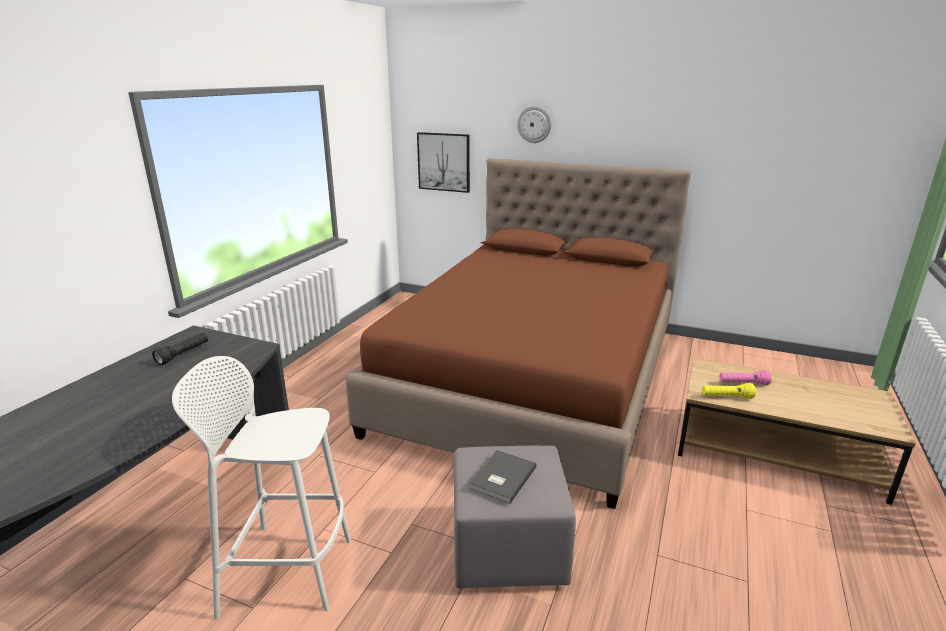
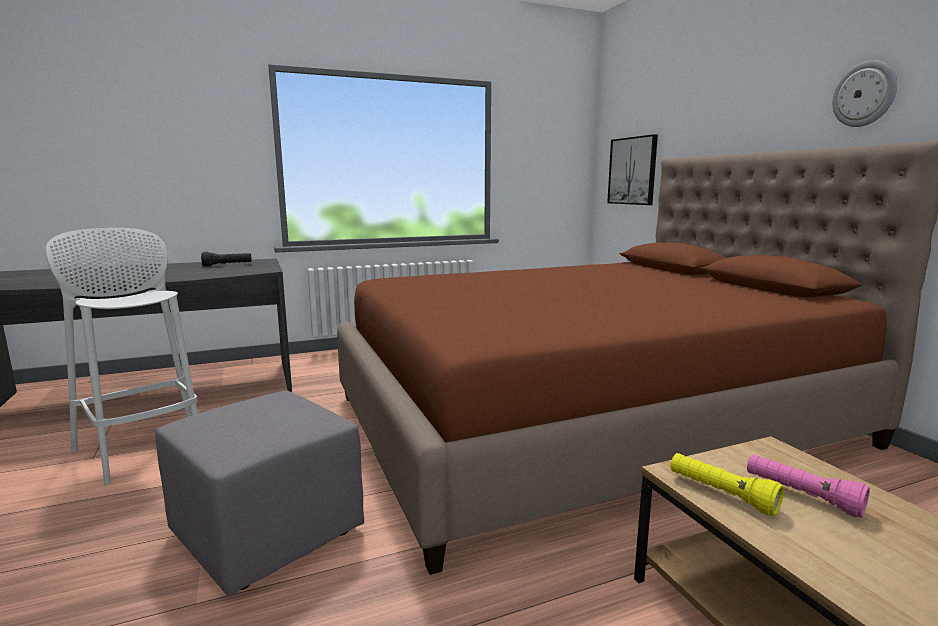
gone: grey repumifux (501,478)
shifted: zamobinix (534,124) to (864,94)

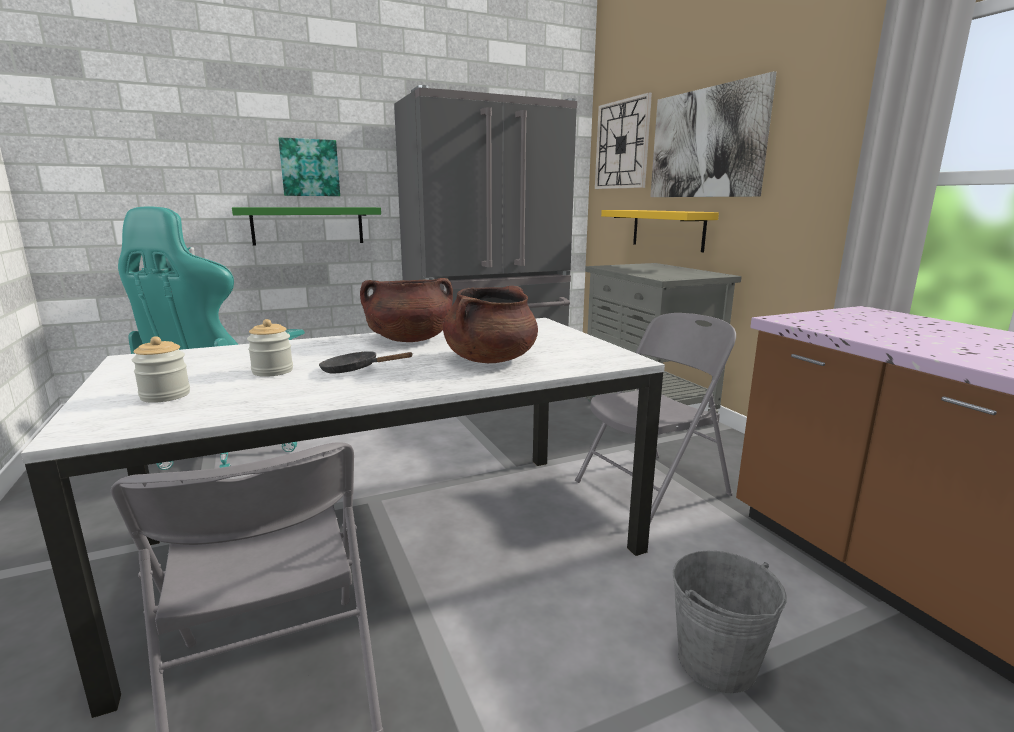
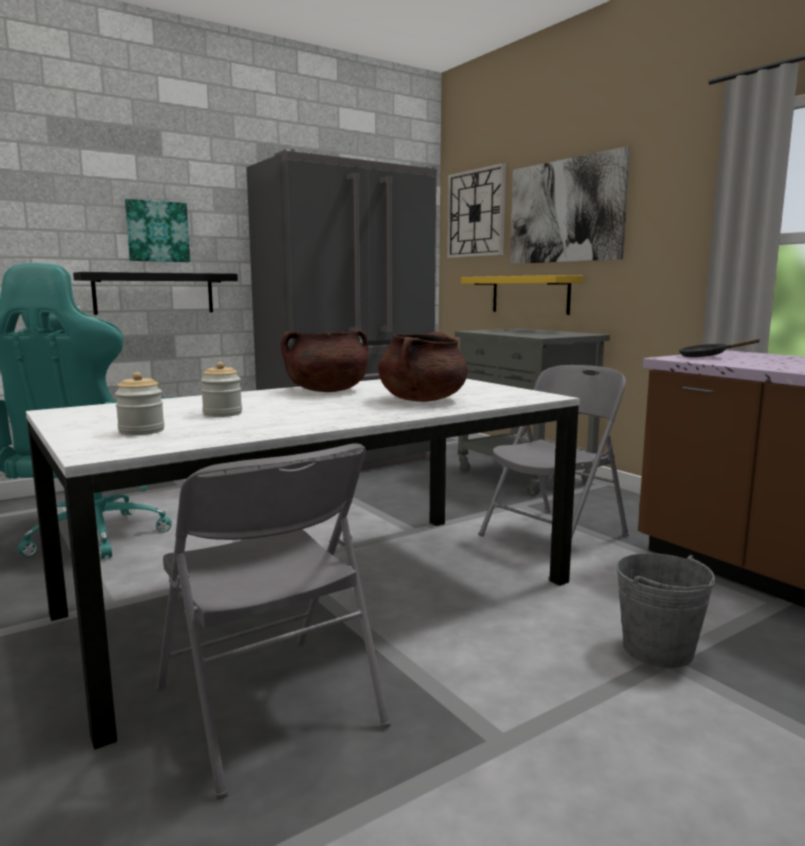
shifted: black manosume (355,370) to (707,356)
repainted: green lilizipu (308,225) to black lilizipu (154,293)

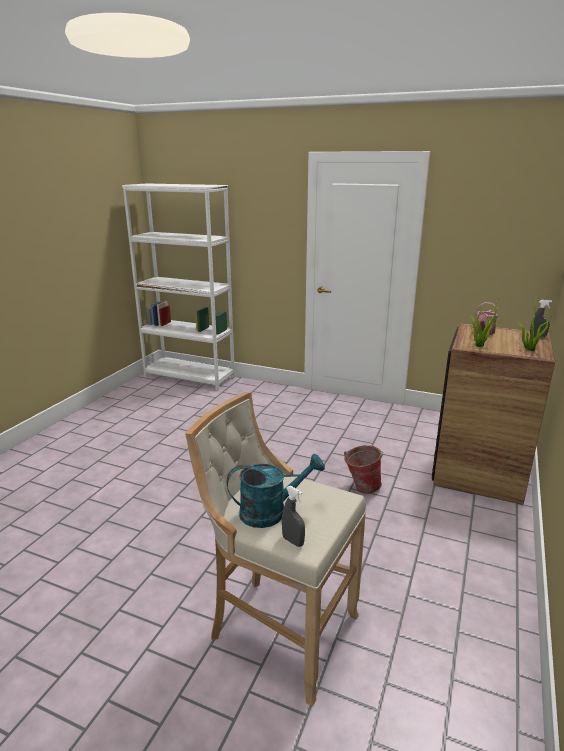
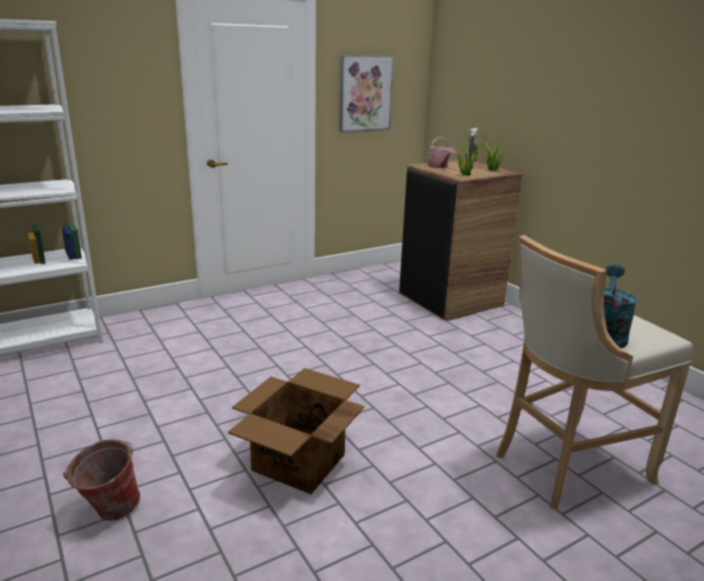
gone: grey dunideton (293,541)
new: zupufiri (365,93); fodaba (297,463)
shifted: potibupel (361,487) to (108,512)

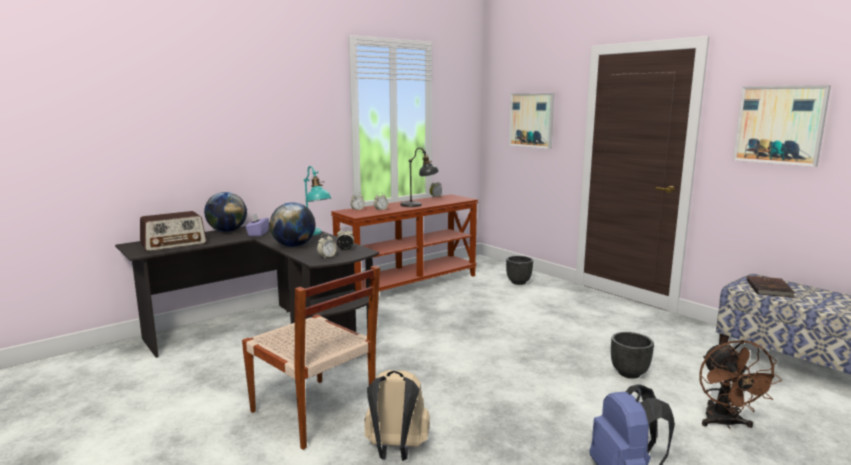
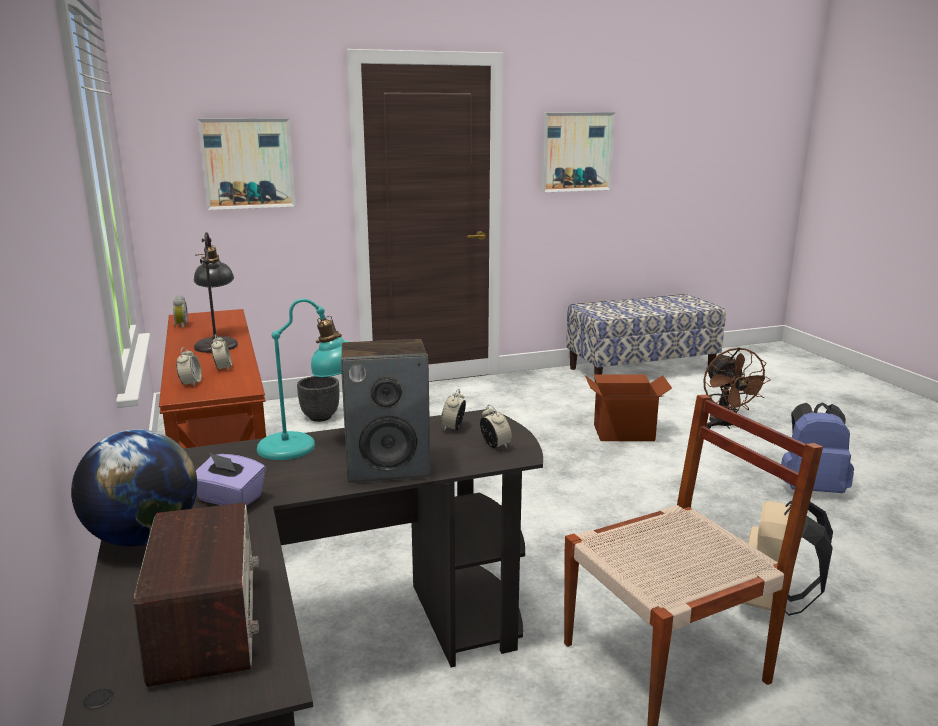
gone: brown repumifux (770,288)
swapped: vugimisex (294,246) to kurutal (388,467); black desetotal (629,373) to fodaba (623,432)
rotated: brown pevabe (725,423) = (725,425) 60 degrees clockwise

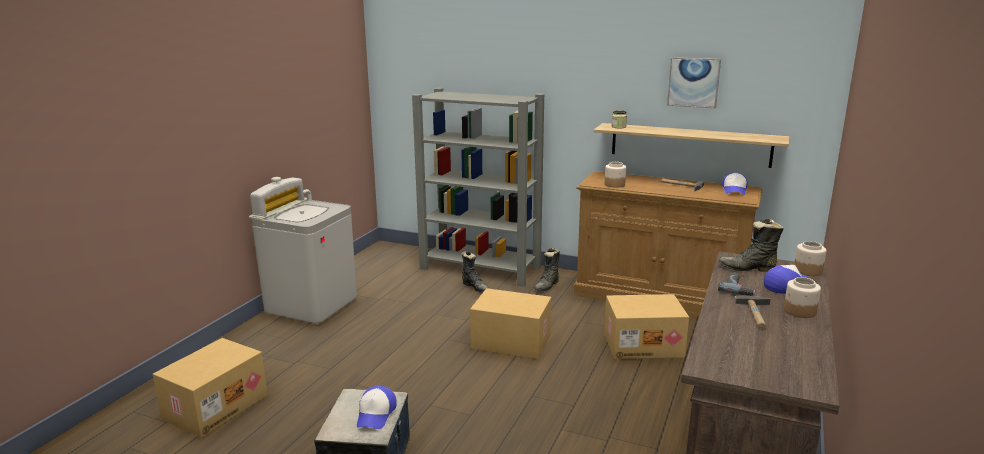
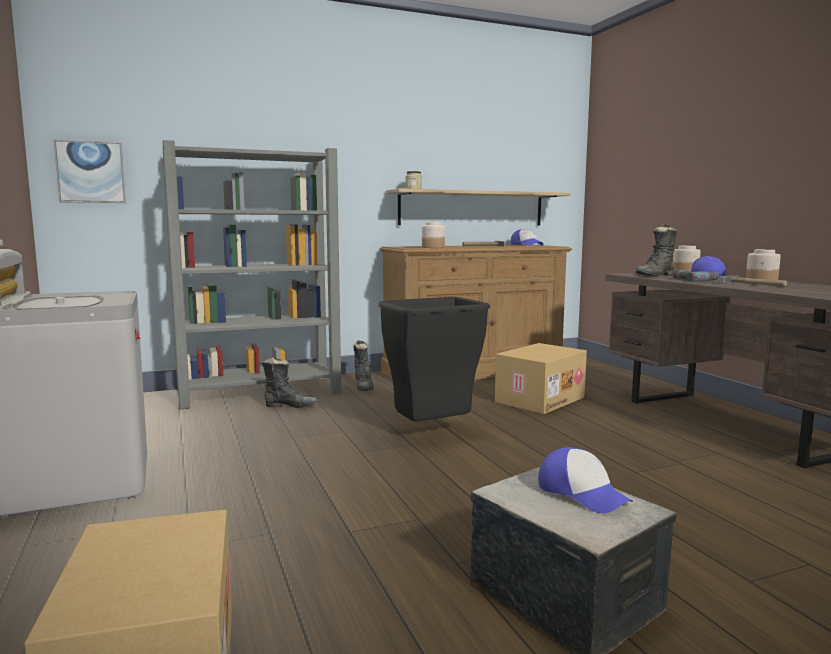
shifted: zupufiri (693,82) to (90,172)
swapped: fodaba (510,342) to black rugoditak (432,432)

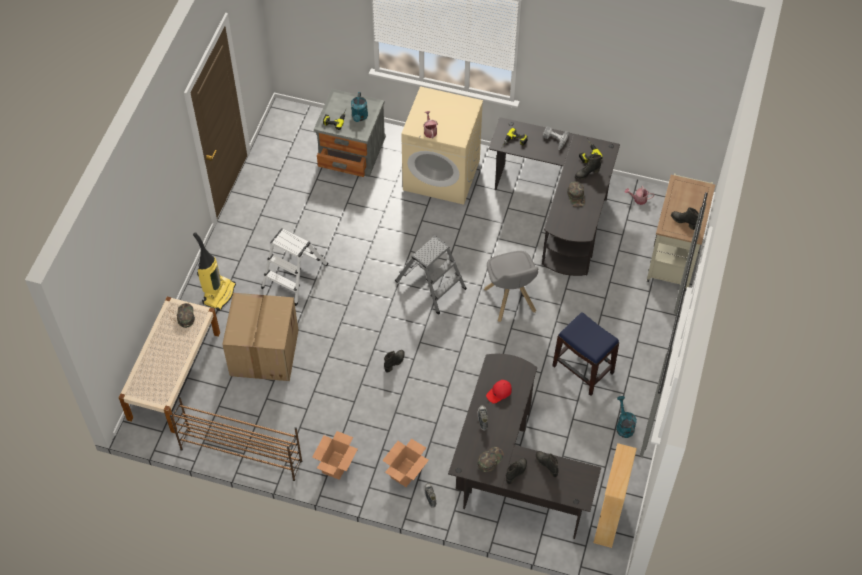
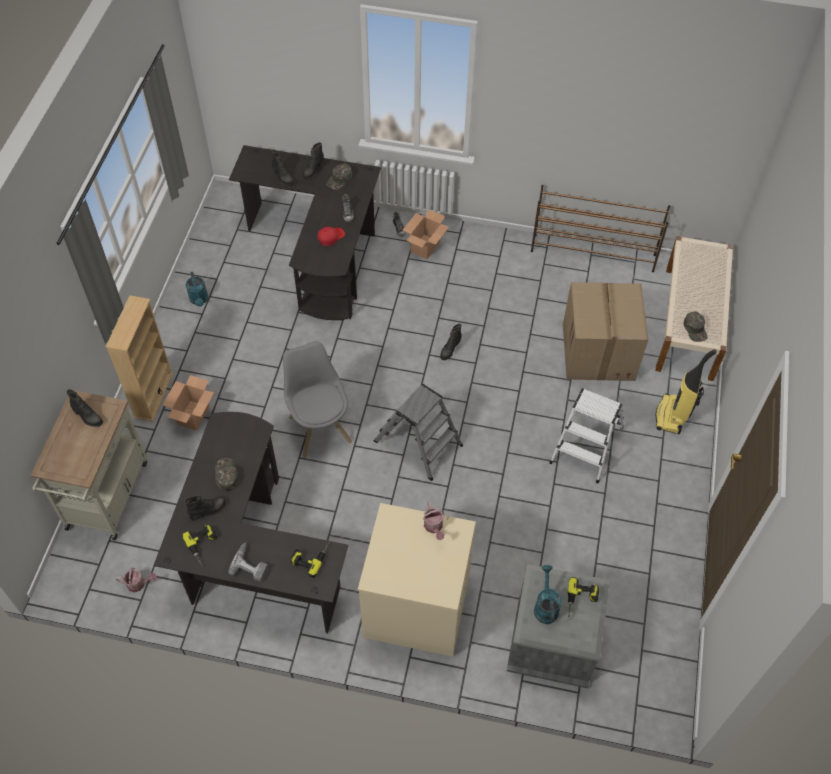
gone: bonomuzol (583,369)
shifted: fodaba (336,465) to (193,416); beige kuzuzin (608,520) to (153,394)

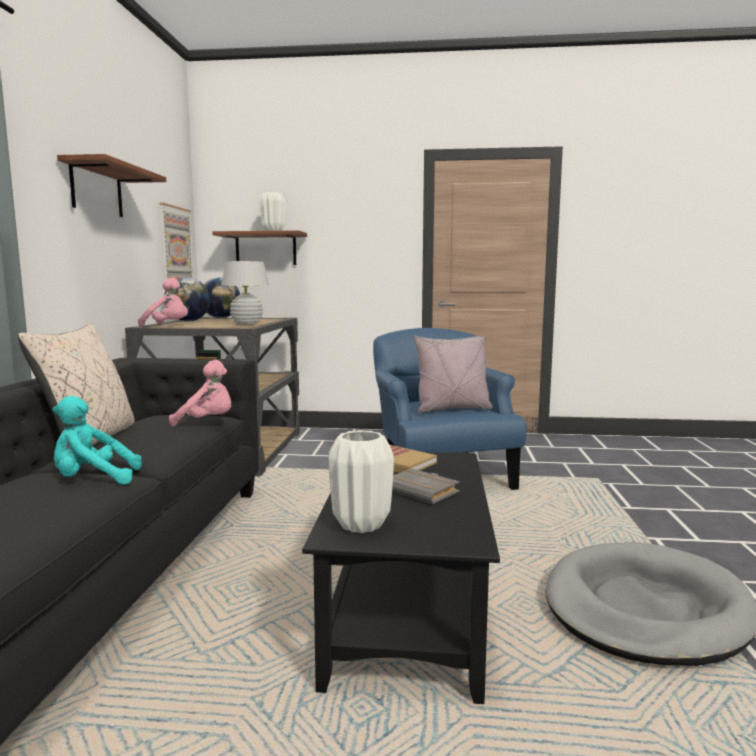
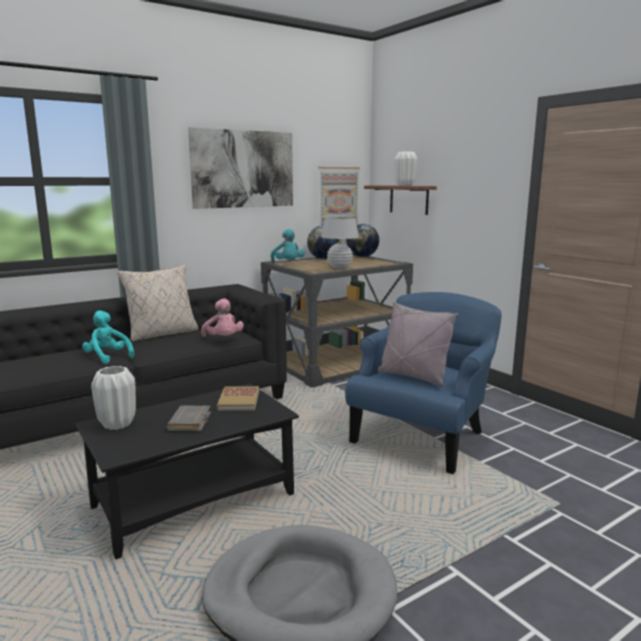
swapped: lilizipu (96,190) to zupufiri (243,169)
repainted: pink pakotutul (168,326) to turquoise pakotutul (288,263)

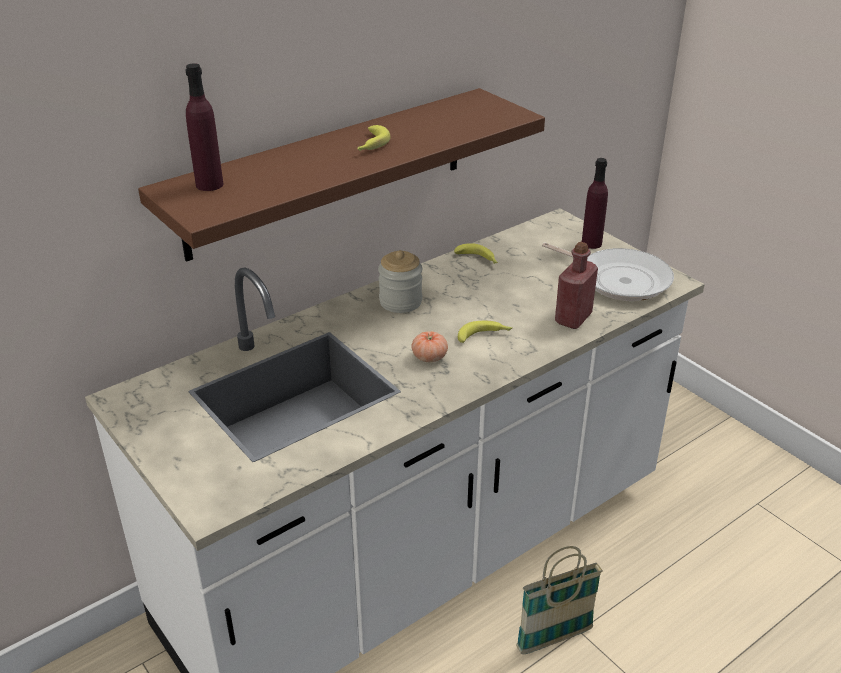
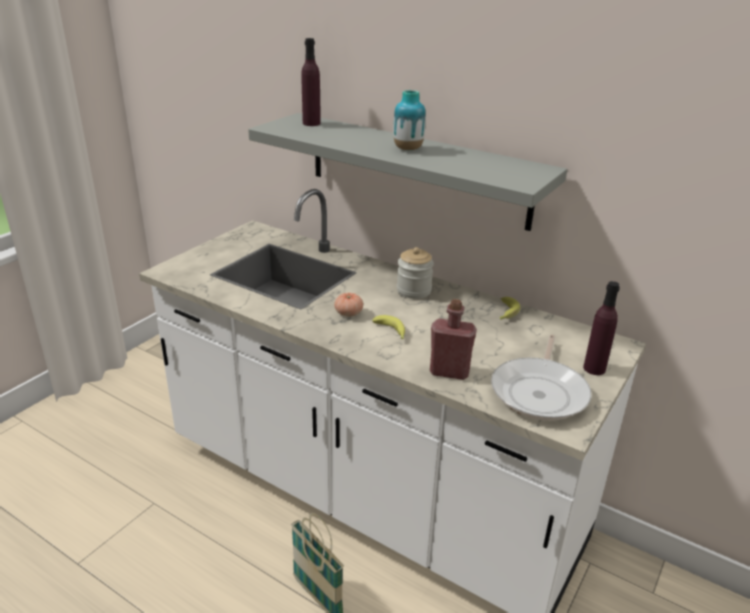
swapped: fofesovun (370,145) to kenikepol (408,149)
repainted: brown lilizipu (329,172) to grey lilizipu (416,169)

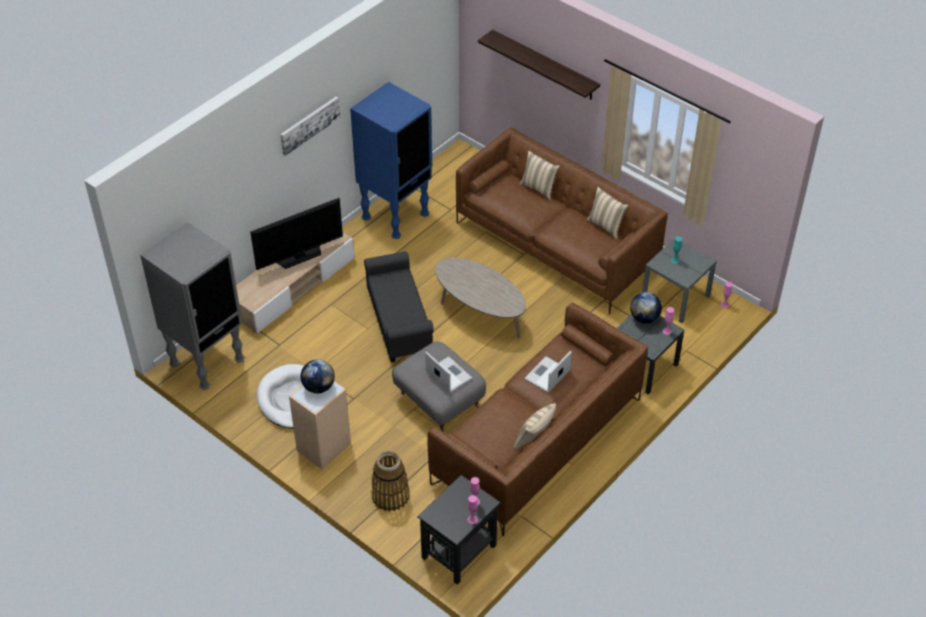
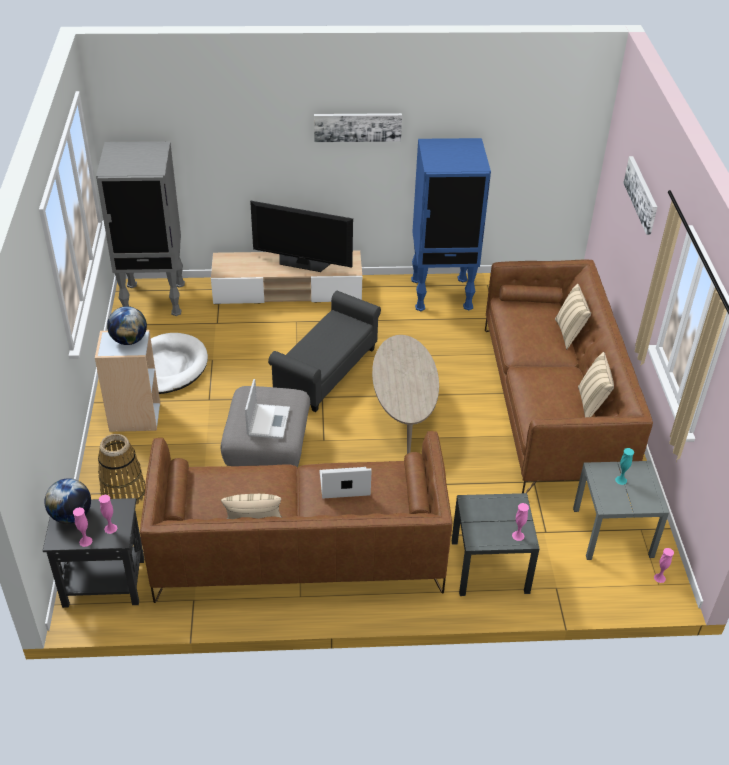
shifted: vugimisex (644,318) to (71,515)
swapped: lilizipu (544,65) to zupufiri (641,194)

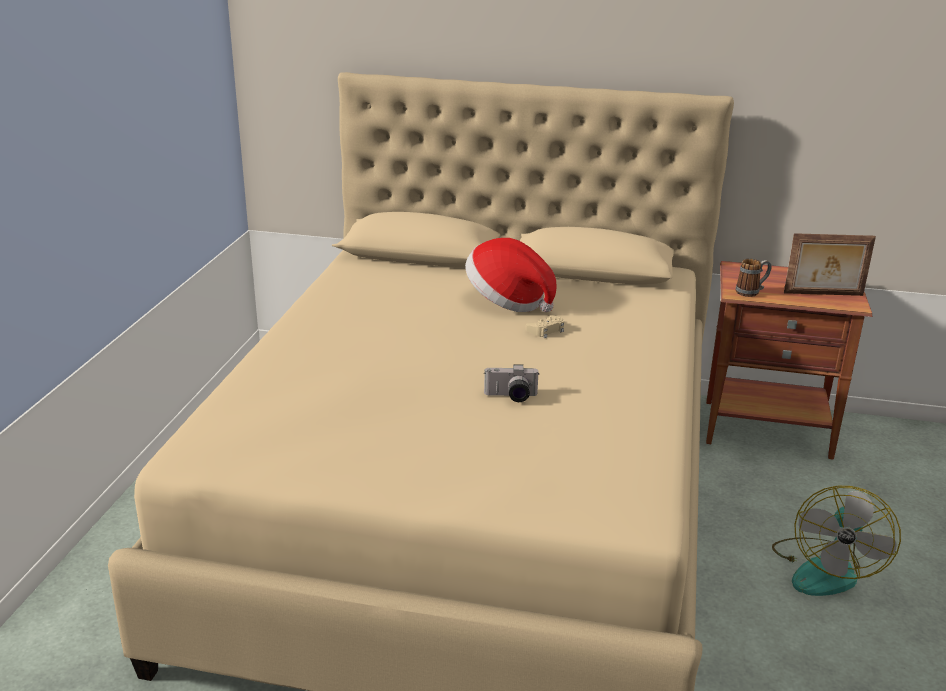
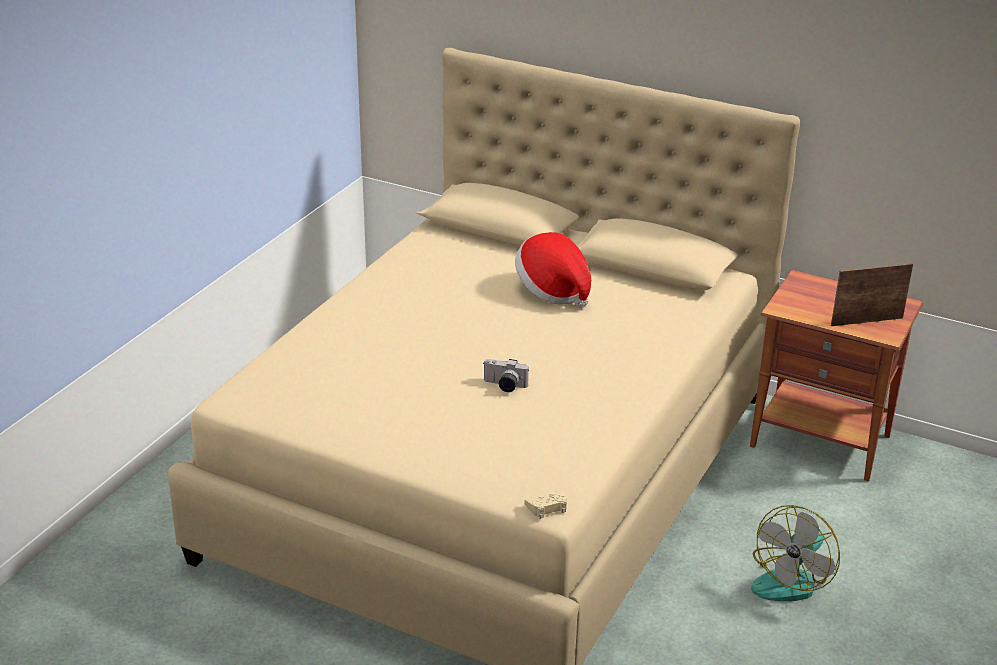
gone: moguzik (751,292)
shifted: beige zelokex (546,330) to (547,507)
rotated: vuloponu (823,294) = (866,321) 150 degrees clockwise

